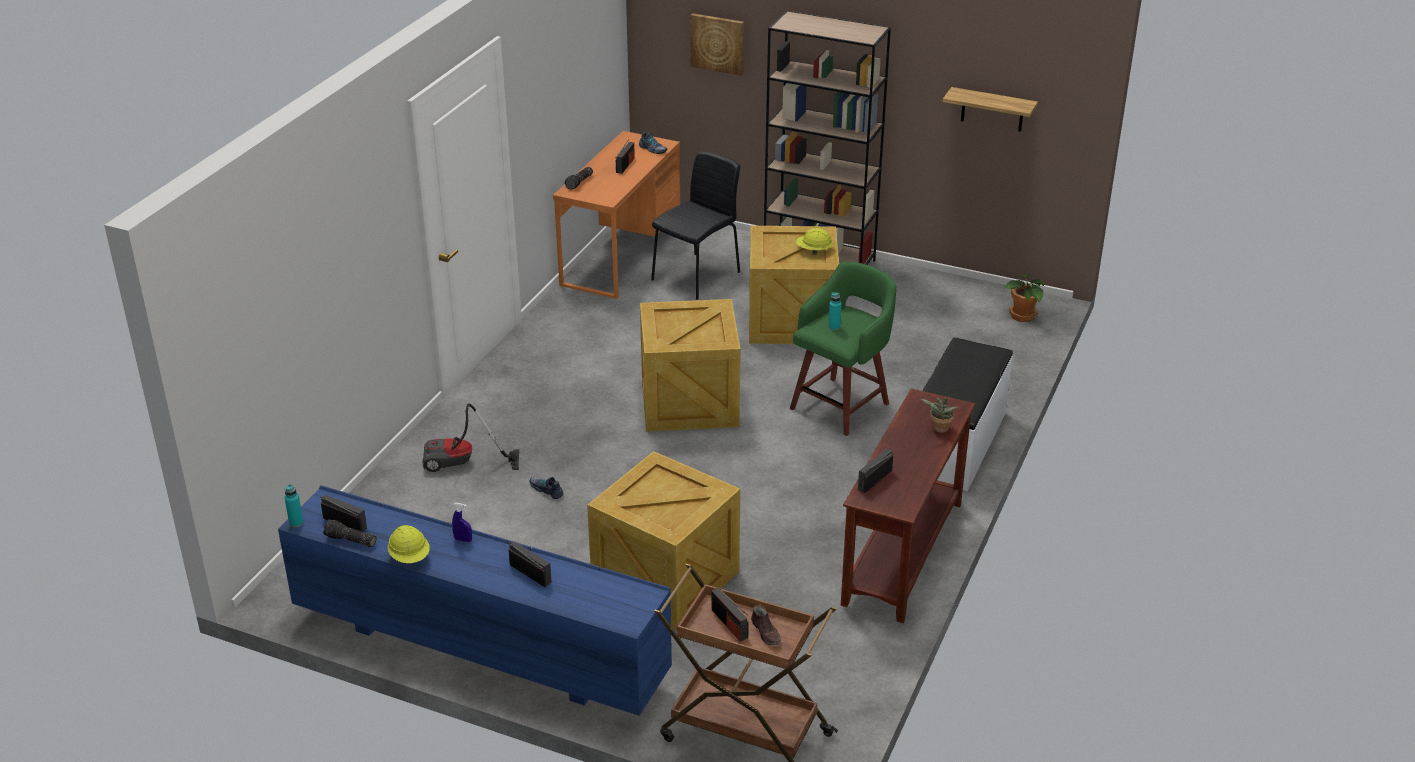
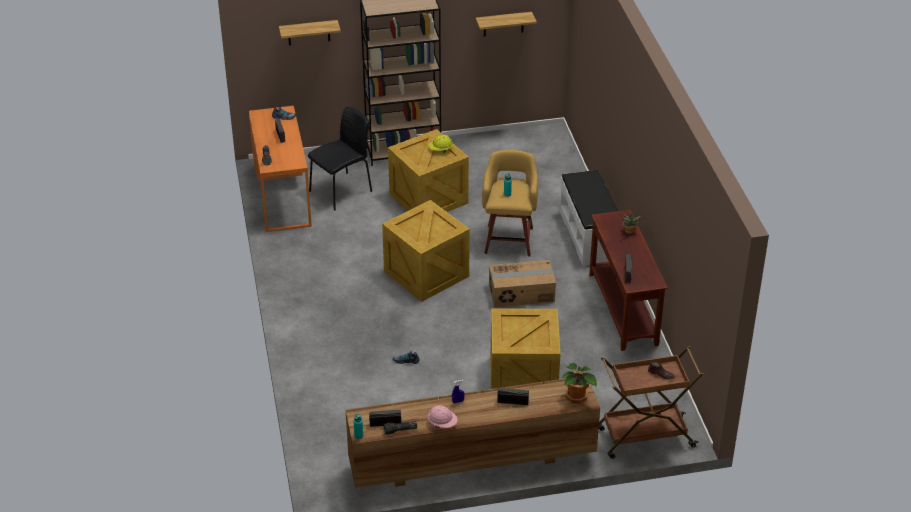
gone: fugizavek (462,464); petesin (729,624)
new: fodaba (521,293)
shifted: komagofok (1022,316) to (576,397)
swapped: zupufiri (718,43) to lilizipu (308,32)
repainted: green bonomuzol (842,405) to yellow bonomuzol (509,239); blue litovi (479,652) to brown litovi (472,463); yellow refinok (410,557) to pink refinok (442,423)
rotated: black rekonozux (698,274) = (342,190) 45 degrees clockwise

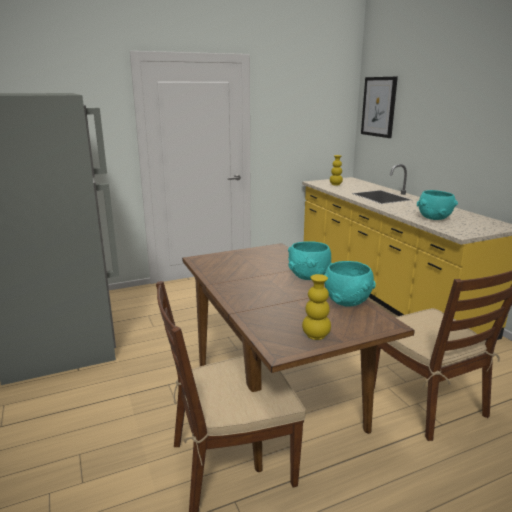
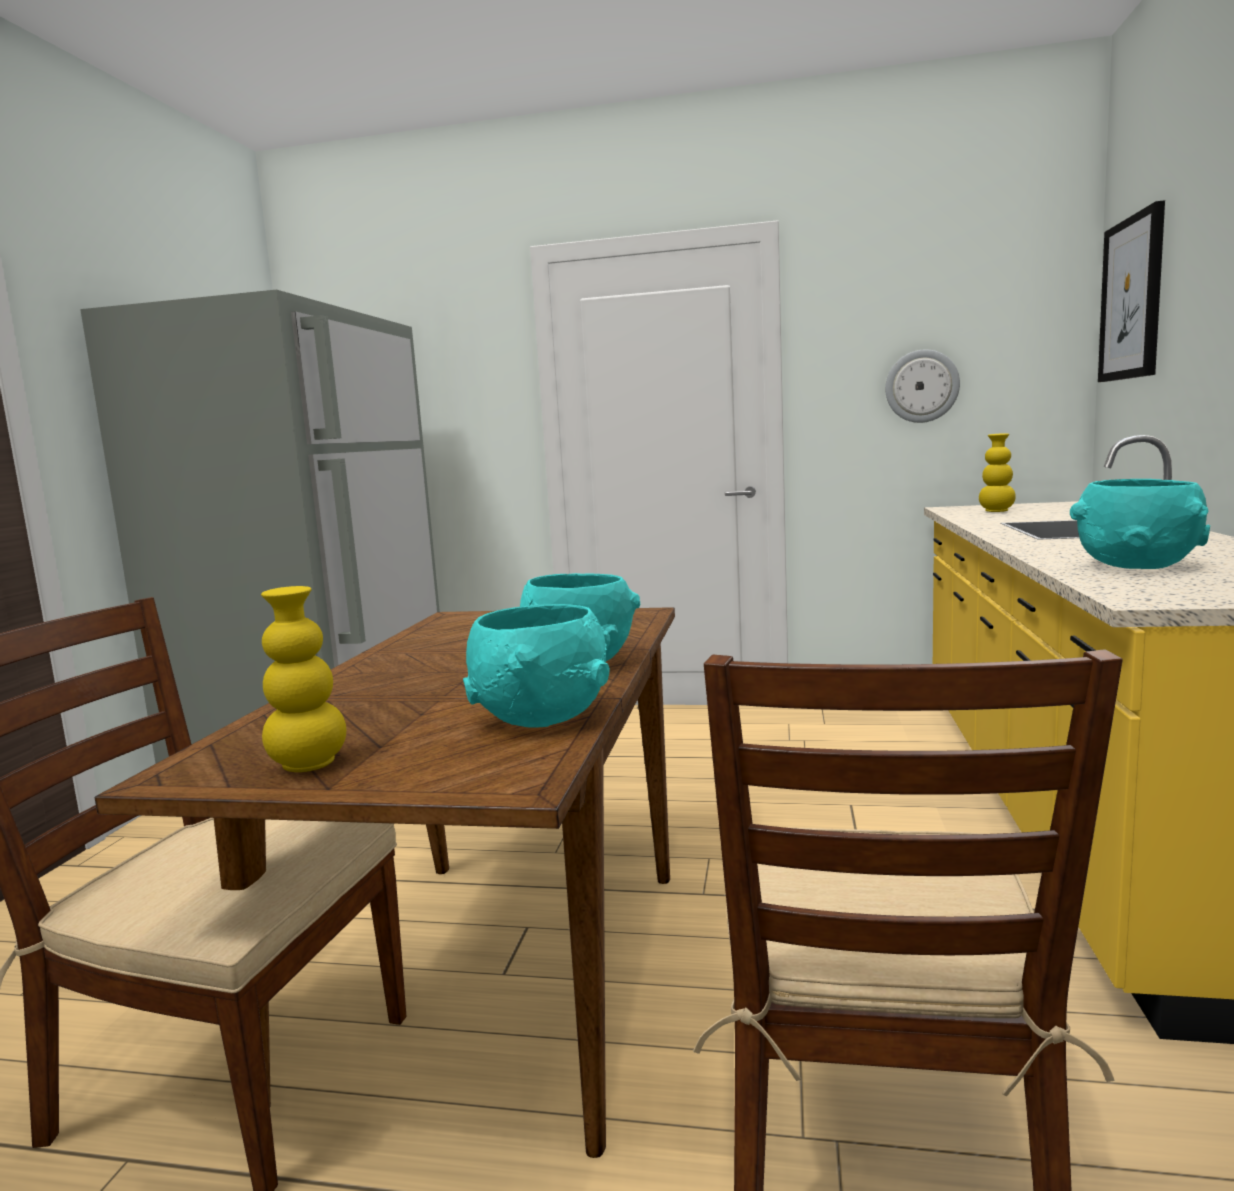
new: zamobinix (921,386)

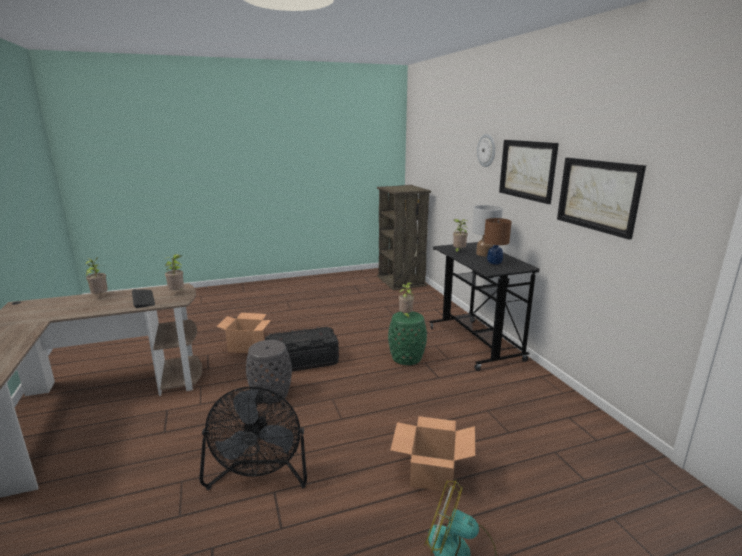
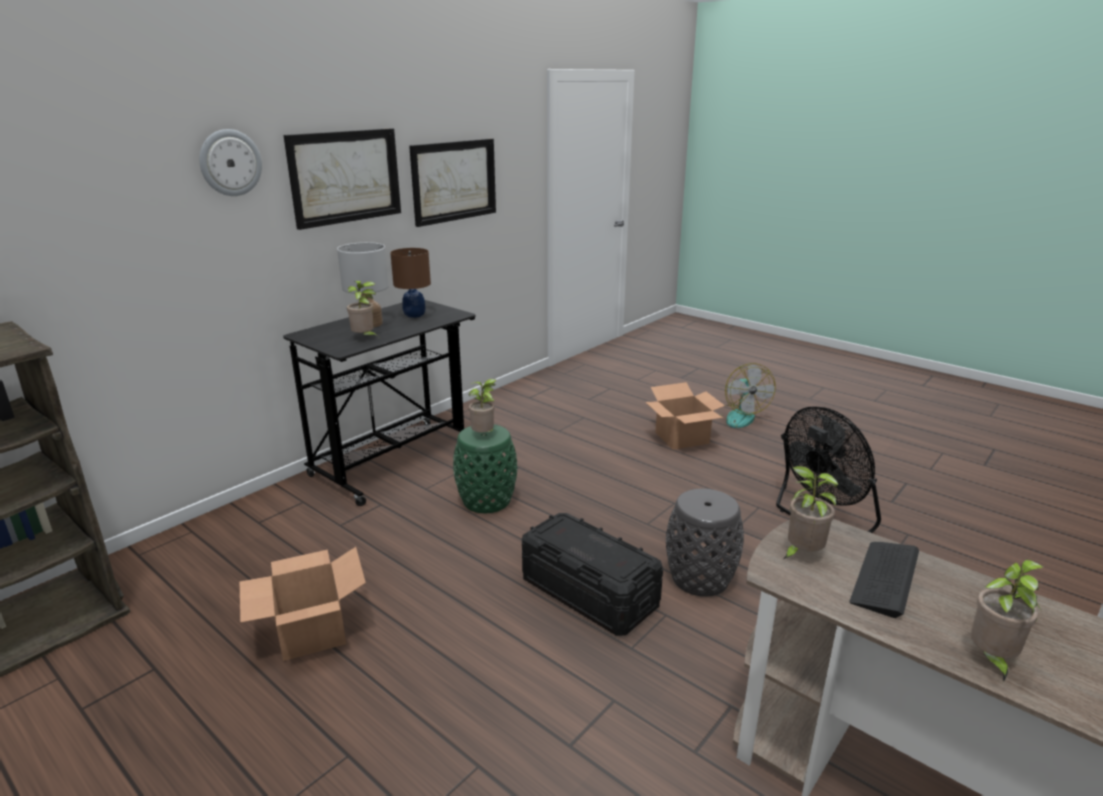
shifted: fodaba (245,346) to (312,632)

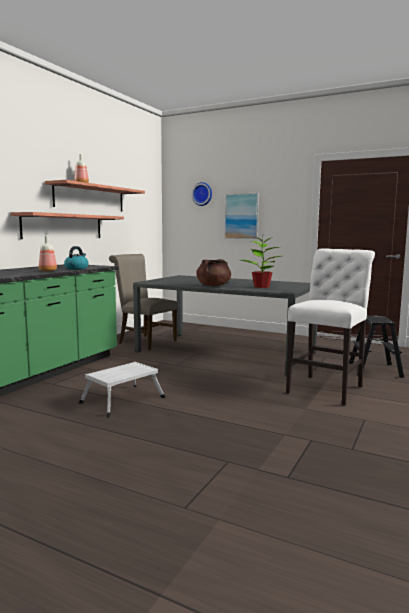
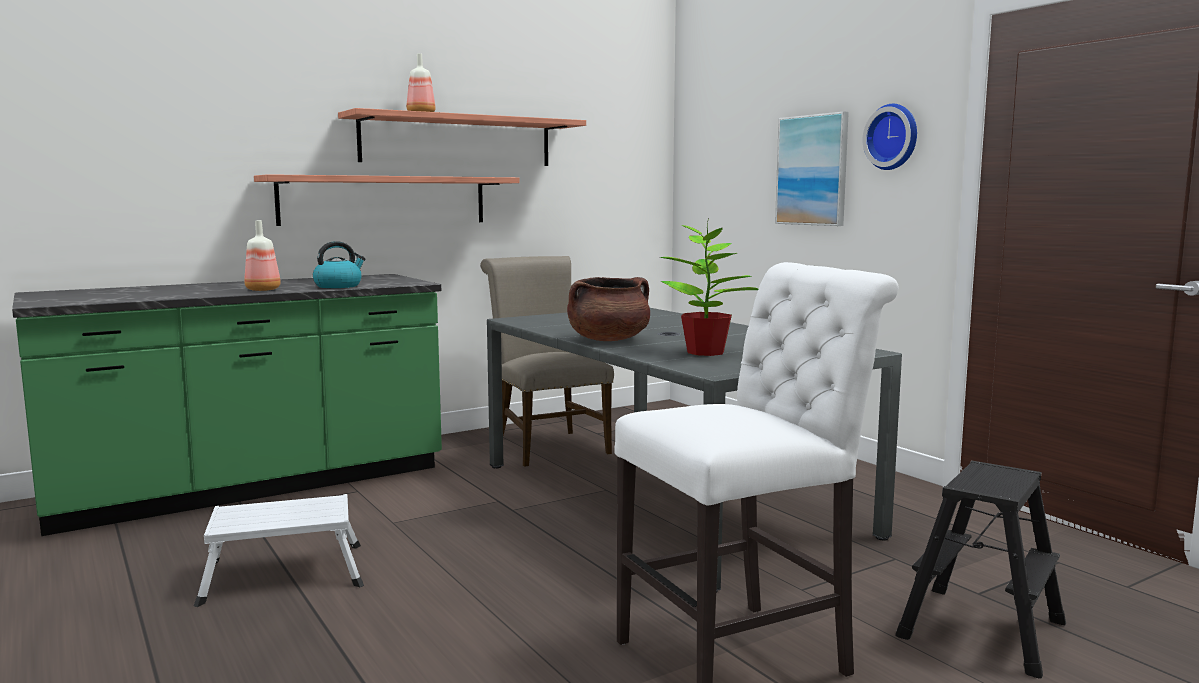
shifted: zamobinix (202,194) to (893,137)

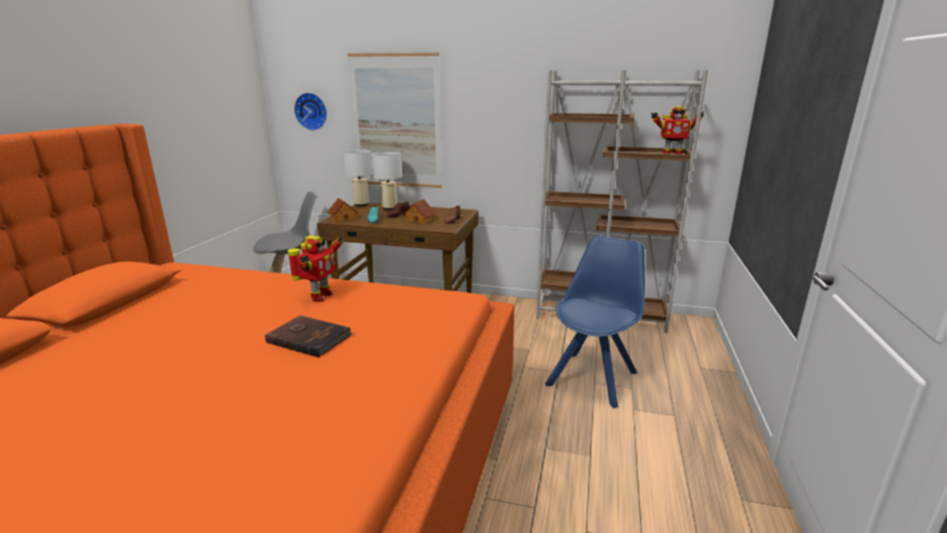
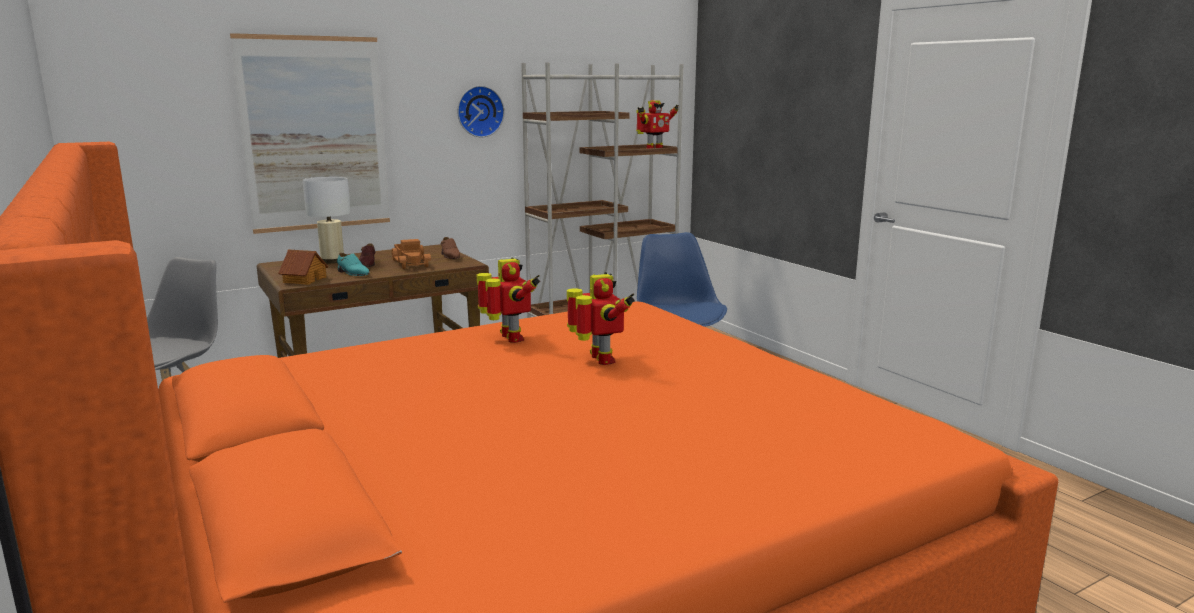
gone: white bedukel (361,205)
shifted: zamobinix (312,111) to (479,111)
swapped: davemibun (420,220) to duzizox (412,263); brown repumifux (309,338) to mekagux (600,360)

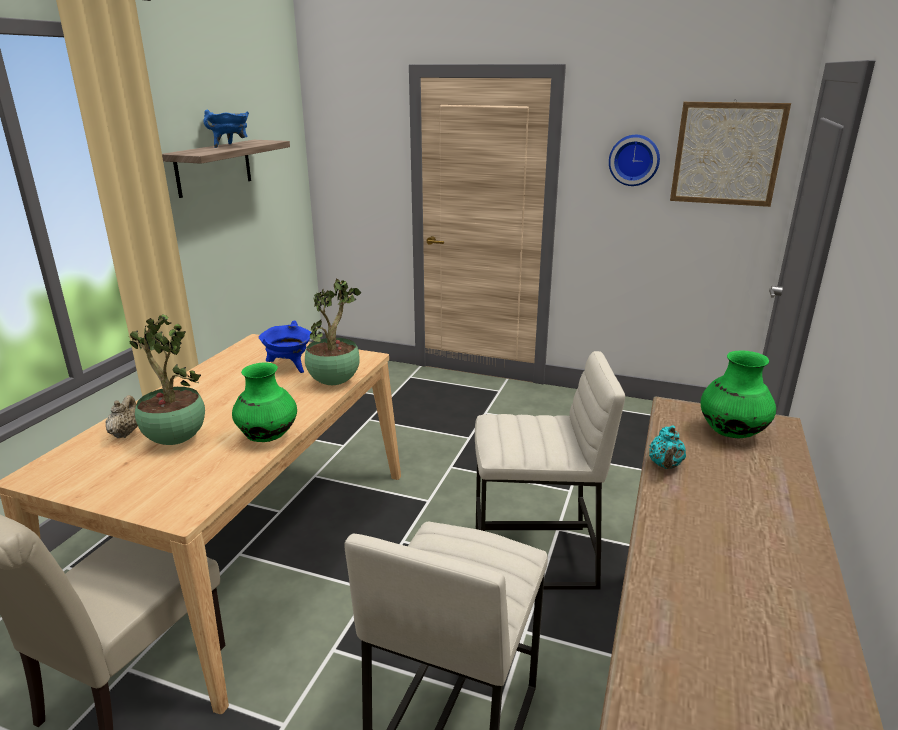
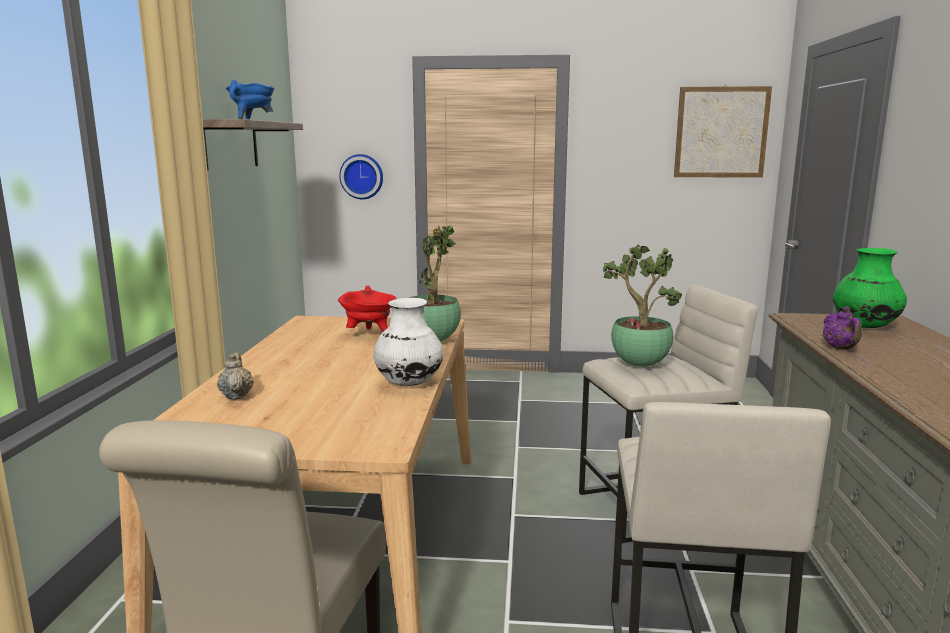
shifted: zamobinix (634,160) to (362,176); komagofok (174,440) to (638,365)
repainted: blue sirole (289,367) to red sirole (369,335); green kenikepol (268,437) to white kenikepol (409,383); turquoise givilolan (665,465) to purple givilolan (840,348)

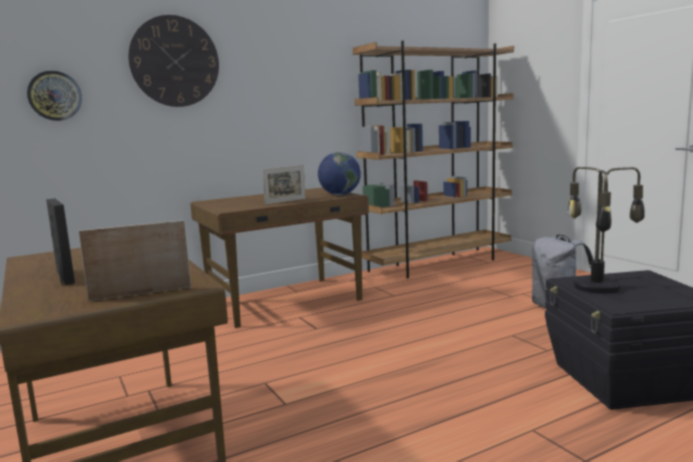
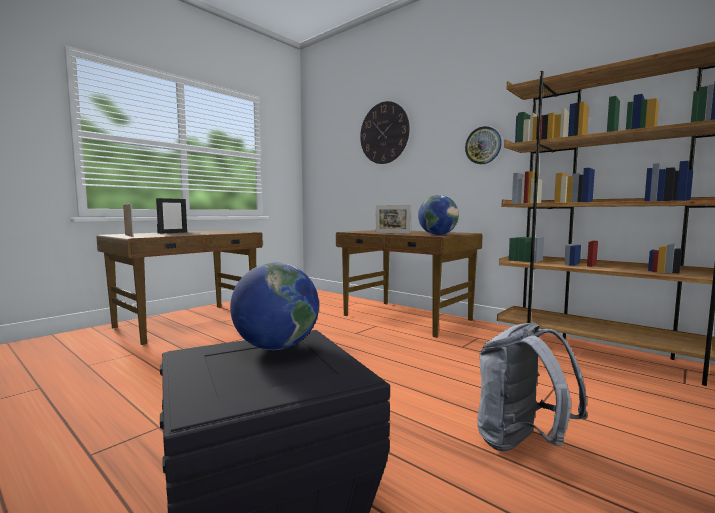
shifted: zamobinix (54,96) to (483,145)
swapped: bedukel (598,287) to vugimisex (276,347)

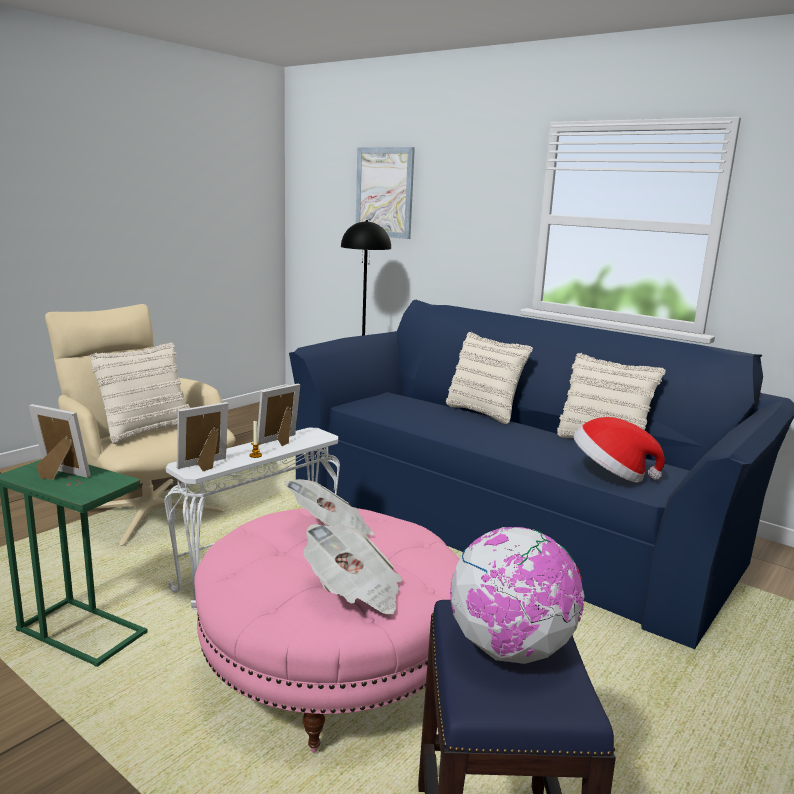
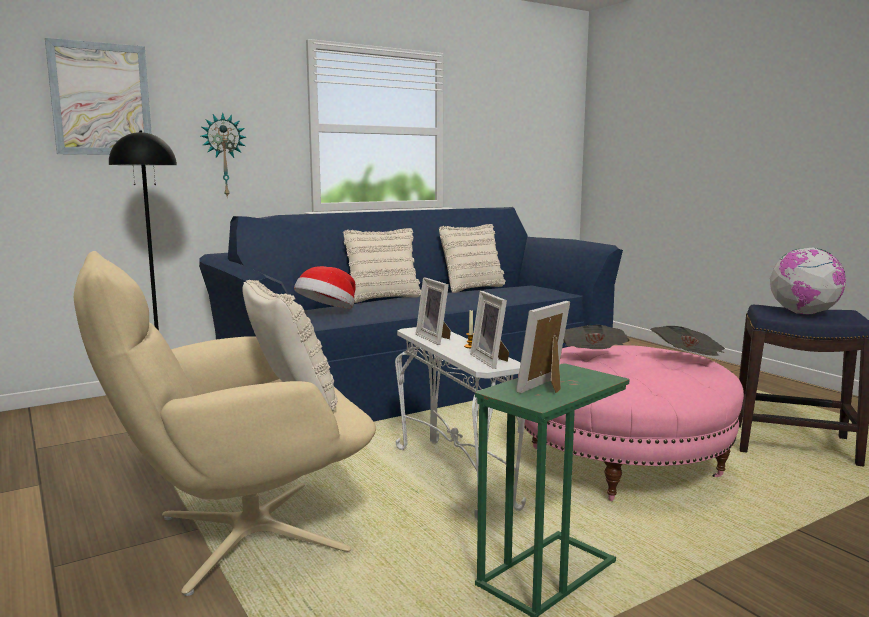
new: zamobinix (223,155)
shifted: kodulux (610,474) to (327,311)

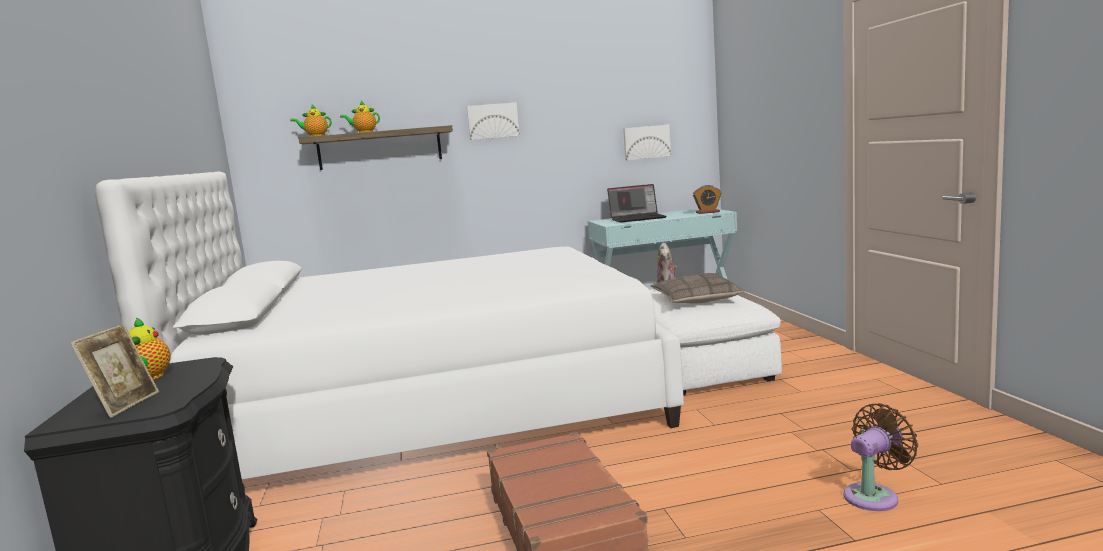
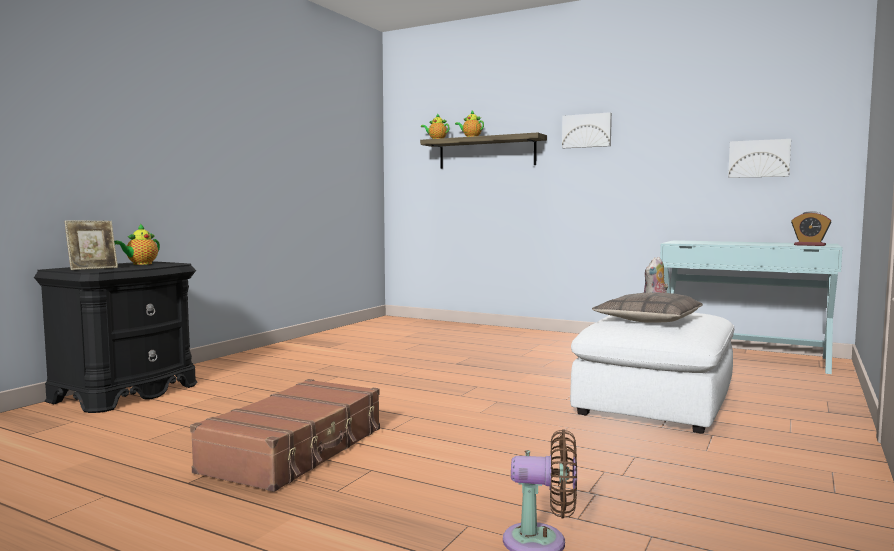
gone: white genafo (432,406); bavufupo (638,218)

